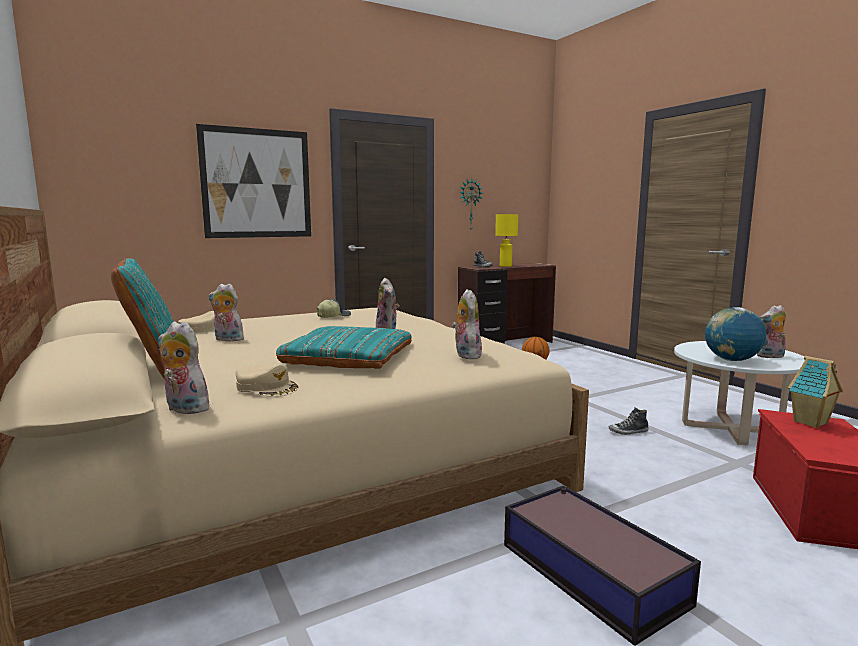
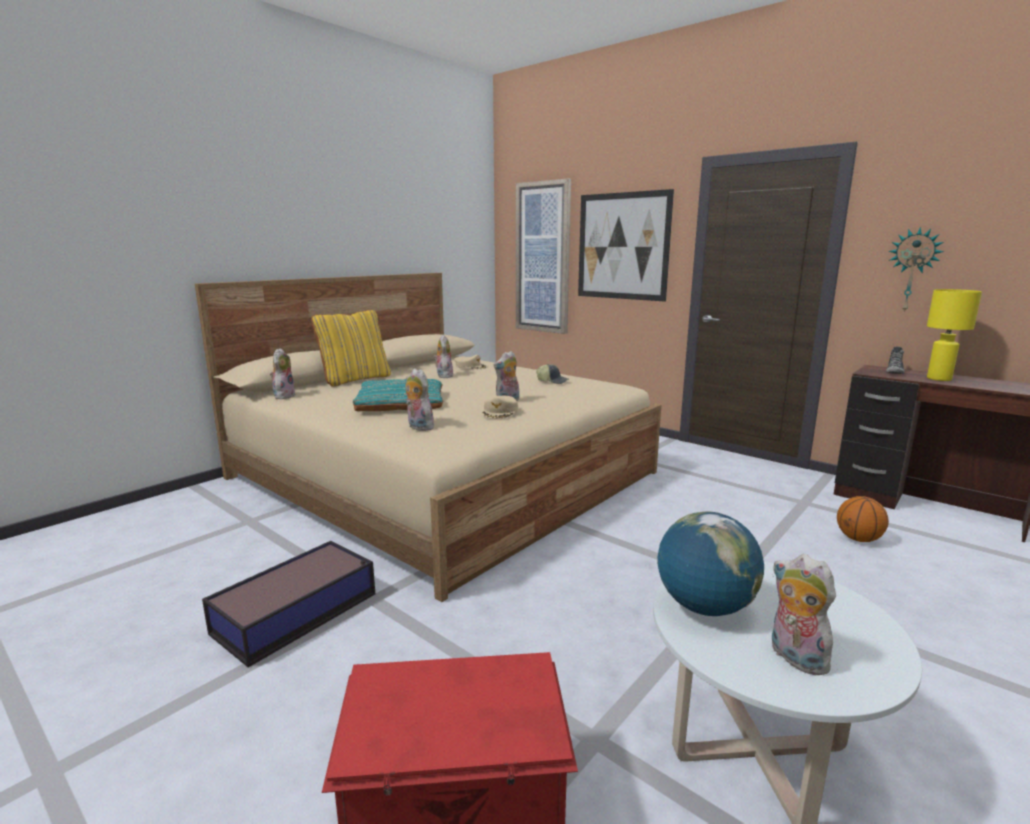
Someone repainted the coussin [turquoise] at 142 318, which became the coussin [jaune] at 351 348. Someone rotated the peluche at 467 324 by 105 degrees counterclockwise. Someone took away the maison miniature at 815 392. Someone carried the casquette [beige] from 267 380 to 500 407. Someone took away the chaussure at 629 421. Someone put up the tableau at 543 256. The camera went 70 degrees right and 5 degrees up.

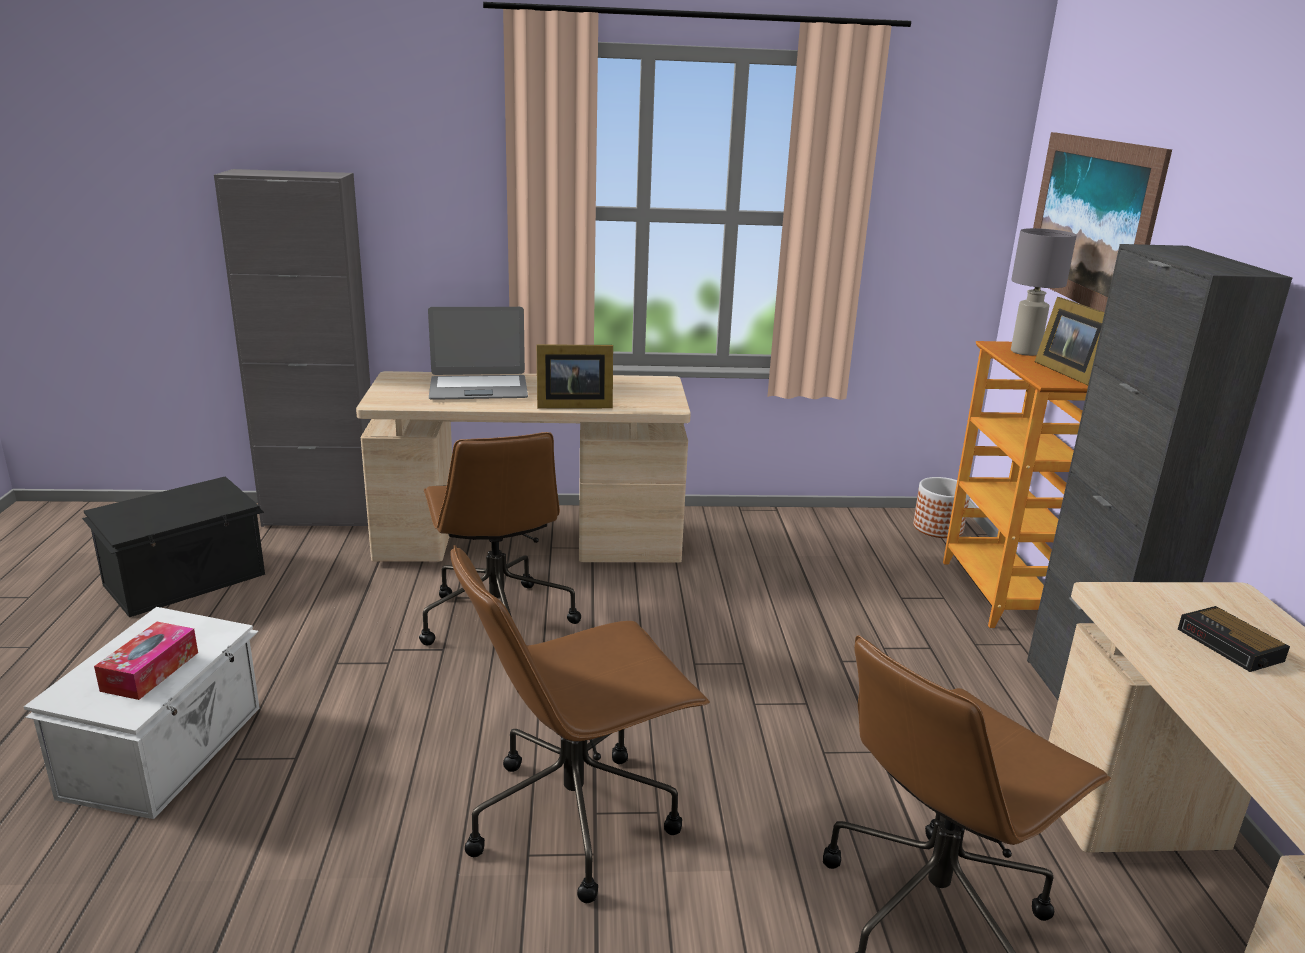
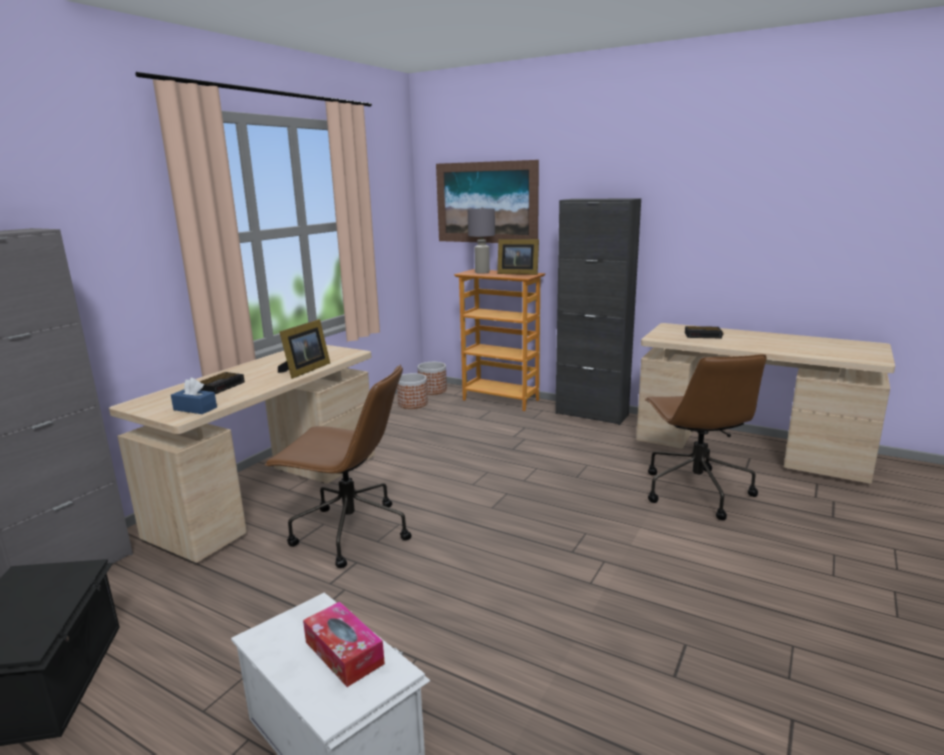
Someone swapped the ordinateur portable at 478 353 for the réveil at 222 383. Someone took away the chaise de bureau [marron] at 580 724. Someone put down the cache-pot at 412 391. Someone put down the boîte à mouchoirs [bleu] at 194 396. The camera went 55 degrees left and 5 degrees down.

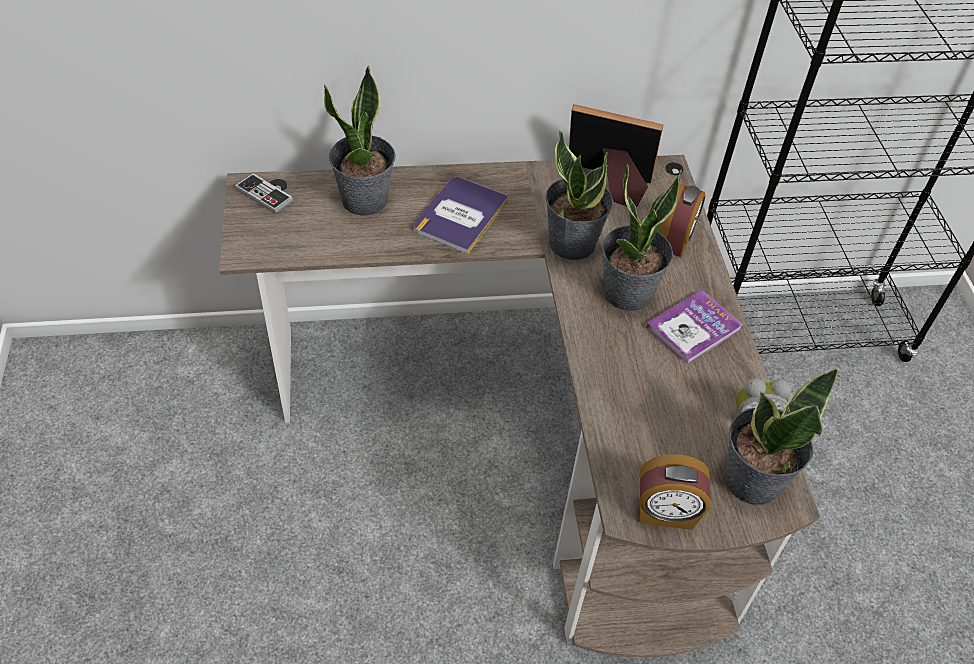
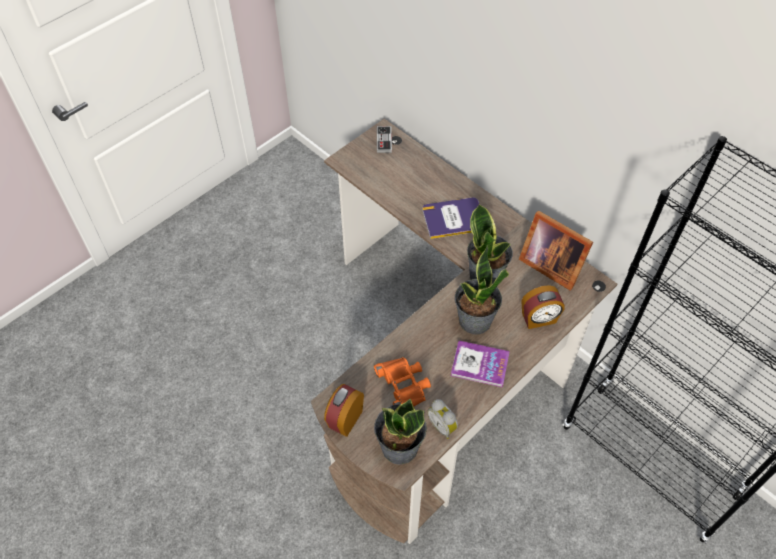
Someone took away the plante en pot at 360 141. Someone rotated the cadre photo at 616 156 by 150 degrees clockwise. Someone rotated the réveil at 675 492 by 60 degrees clockwise. Someone put down the jumelles [orange] at 402 382. The camera went 55 degrees right and 5 degrees up.

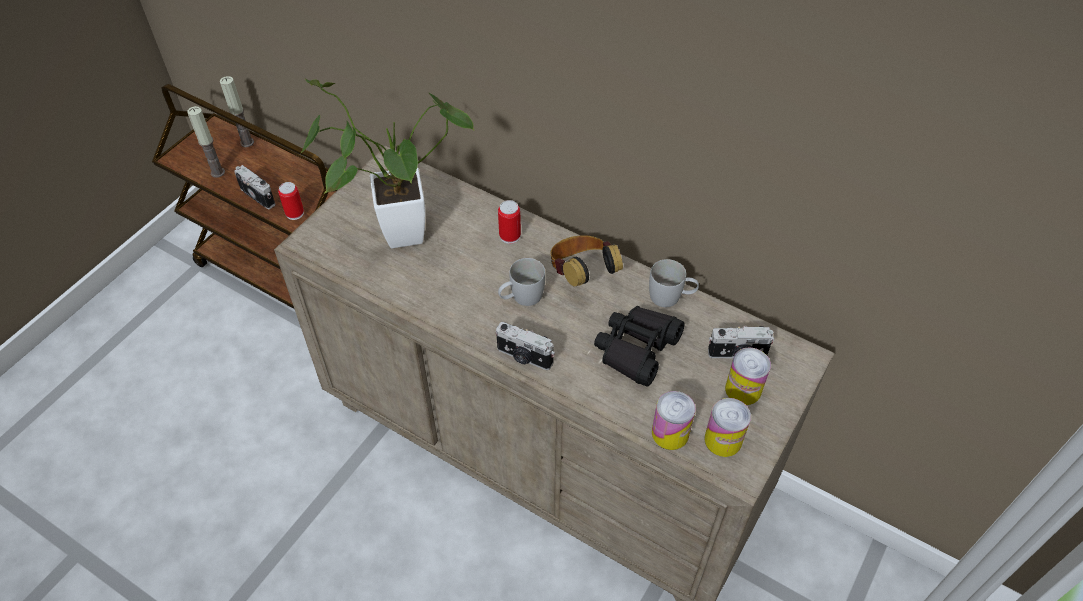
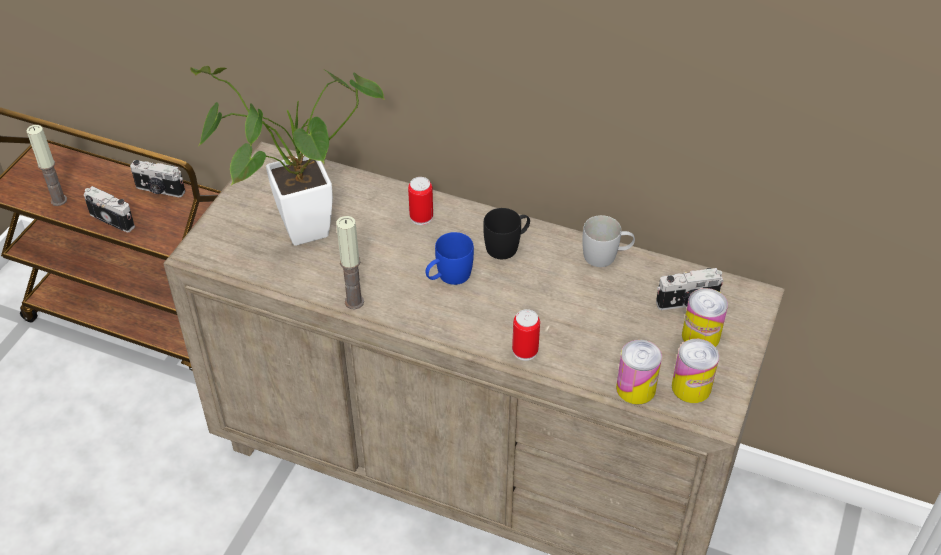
Someone carried the bougie from 237 111 to 350 262. Someone carried the boîte métallique from 291 201 to 526 335. Someone swapped the casque audio at 586 261 for the mug [noir] at 506 233. Someone repainted the mug [blanc] at 521 282, which became the mug [bleu] at 450 258. Someone took away the jumelles [noir] at 639 346. Someone carried the appareil photo from 525 346 to 157 178. The camera went 10 degrees left and 5 degrees down.

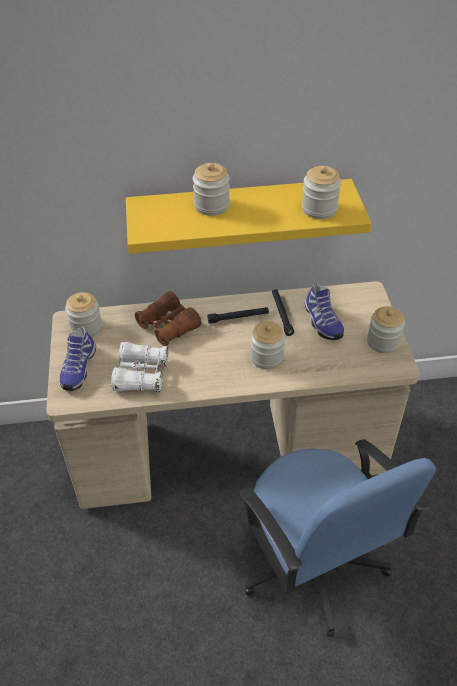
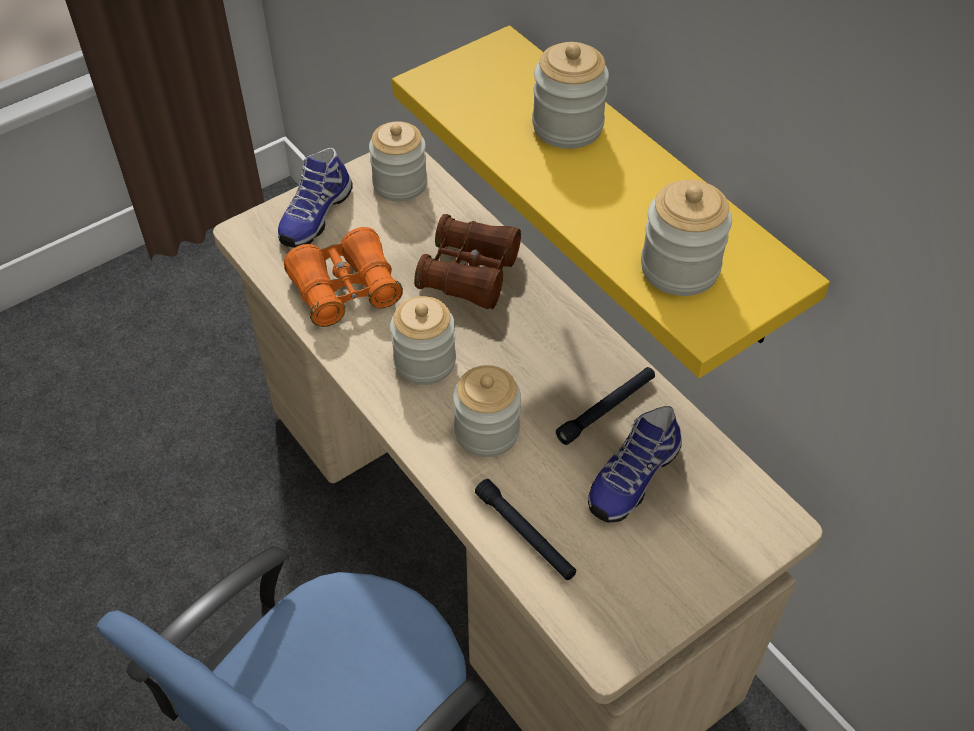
Someone carried the bocal from 386 330 to 423 340. Someone carried the lampe de poche [noir] from 238 315 to 525 529. Someone rotated the chaussure at 78 359 by 45 degrees counterclockwise. Someone repainted the jumelles [blanc] at 139 367, which became the jumelles [orange] at 343 277. The camera went 60 degrees right and 5 degrees up.

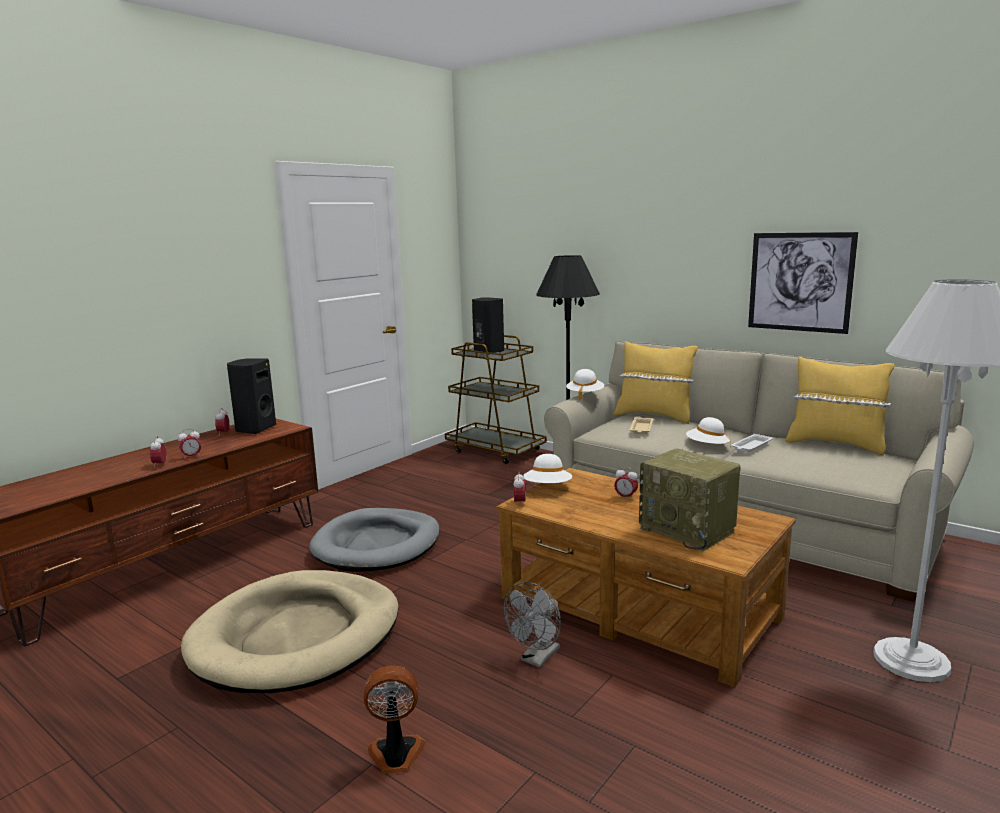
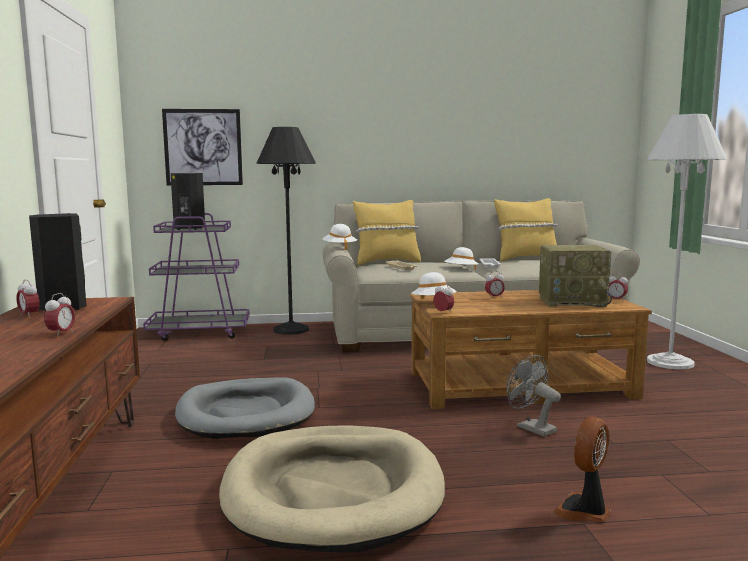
Someone carried the tableau from 803 283 to 202 147. Someone repainted the chariot [marron] at 496 399, which became the chariot [violet] at 196 277. Someone carried the réveil from 158 452 to 618 287. Someone rotated the ventilateur [gris] at 532 625 by 150 degrees clockwise. The camera went 45 degrees left and 5 degrees down.

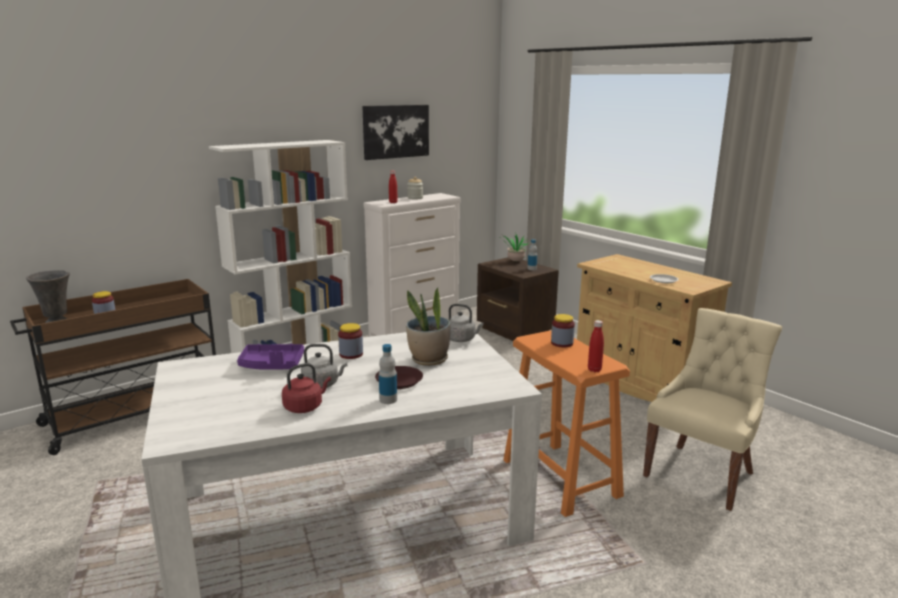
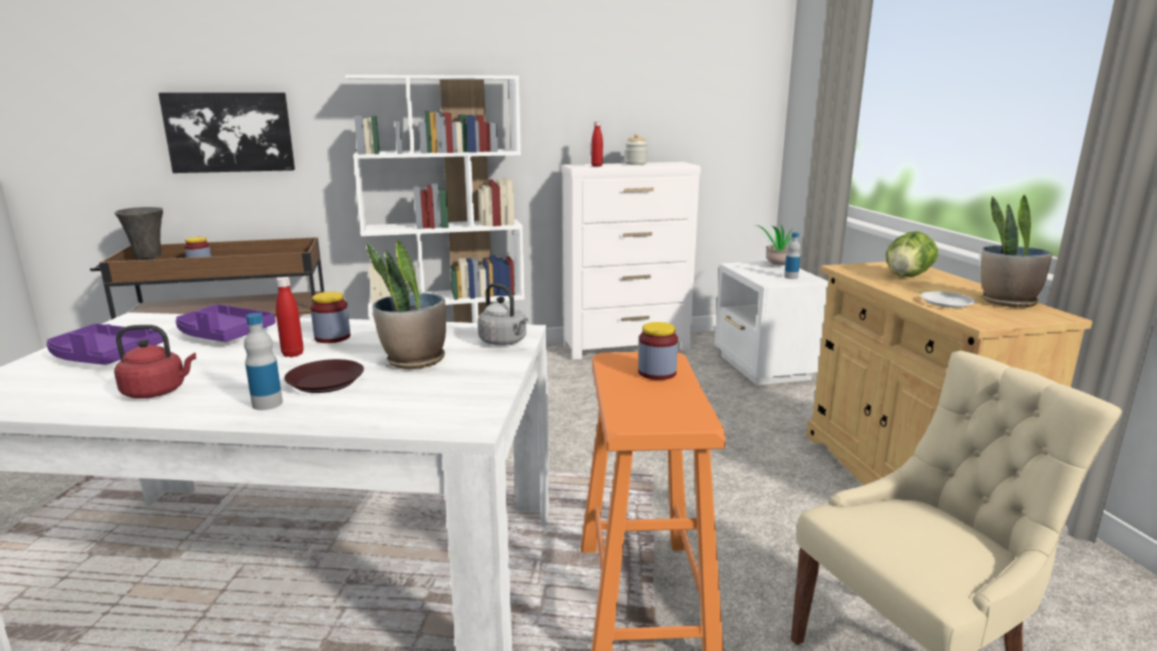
Someone carried the tableau from 395 132 to 226 132. Someone repainted the table de chevet [marron] at 518 299, which became the table de chevet [blanc] at 771 323. Someone carried the bouteille [rouge] from 596 346 to 289 317. Someone took away the bouilloire [gris] at 324 366. Someone put down the plante en pot at 1016 251. Someone put down the laitue at 912 254. Someone put down the plateau [violet] at 104 344. The camera went 25 degrees right and 0 degrees up.

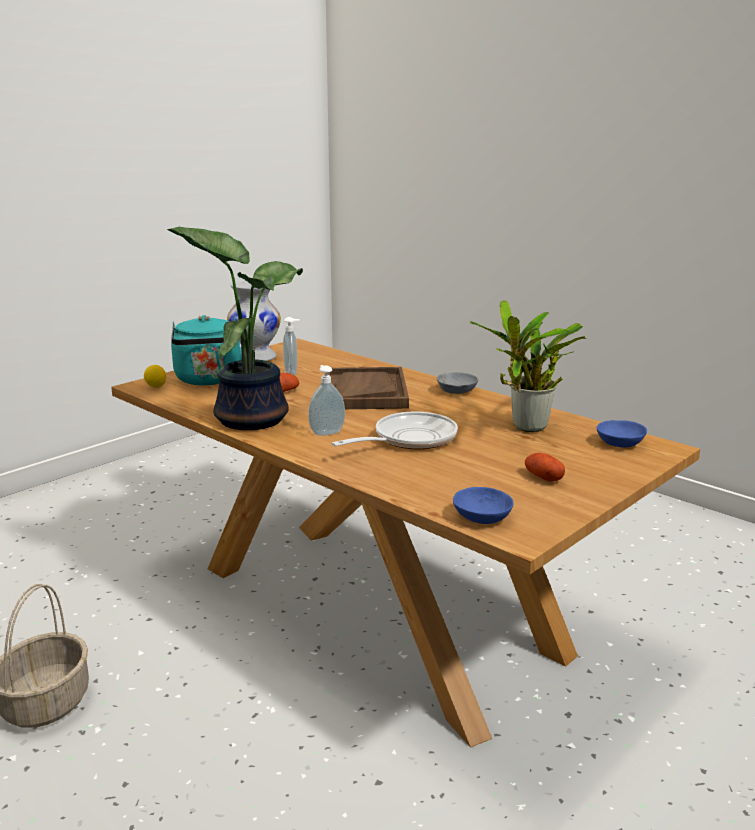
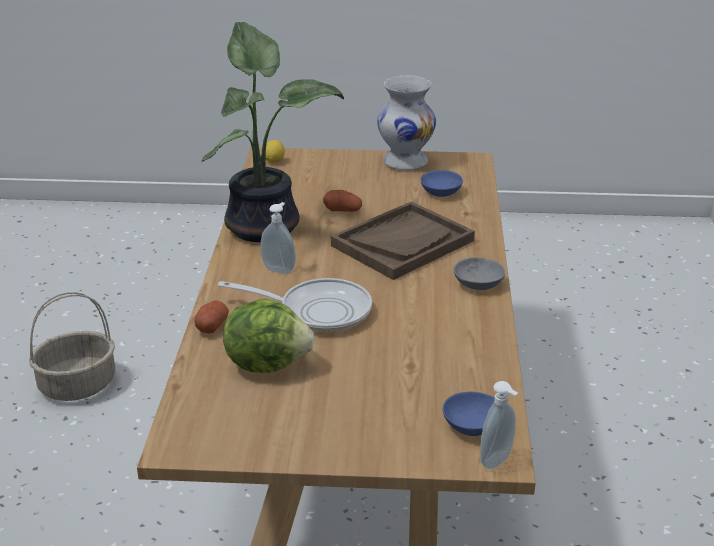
Someone took away the plante en pot at 528 366. Someone took away the bouilloire [turquoise] at 212 350. Someone carried the distributeur de savon from 291 346 to 499 425. Someone carried the pomme de terre from 545 467 to 211 317. Someone carried the bol [bleu] from 483 505 to 442 183. Someone put down the laitue at 269 335. The camera went 50 degrees right and 10 degrees up.

